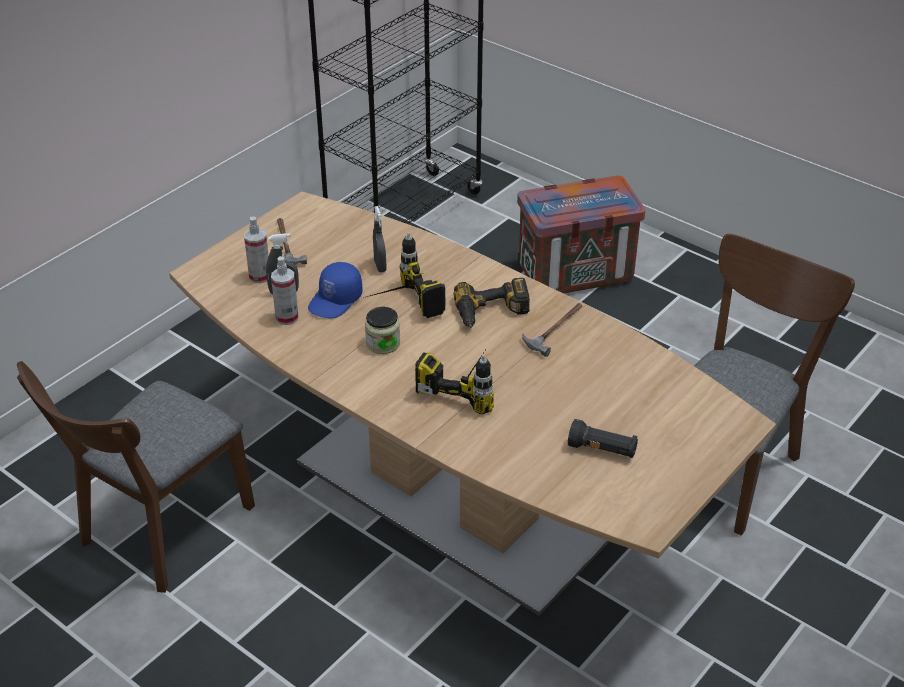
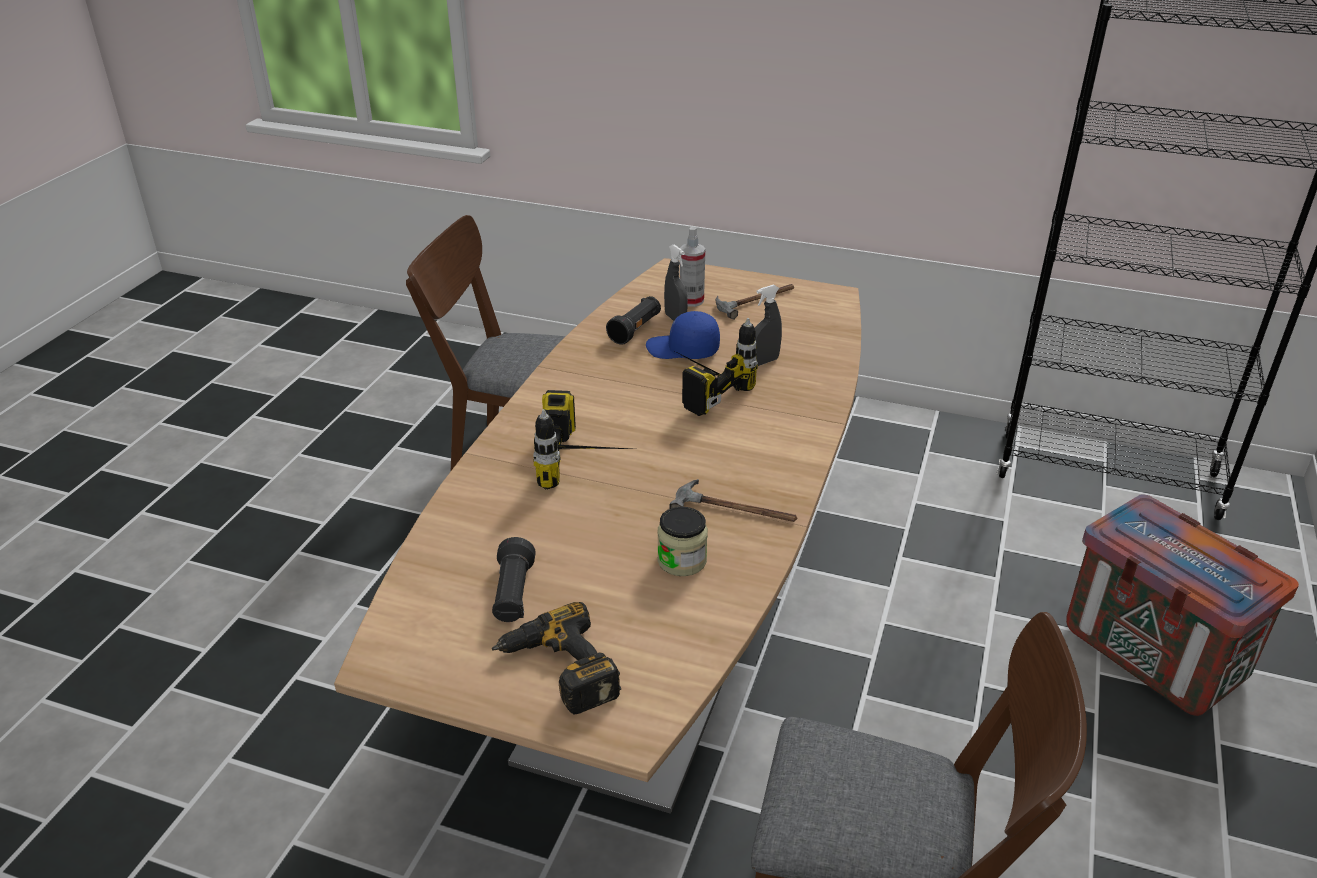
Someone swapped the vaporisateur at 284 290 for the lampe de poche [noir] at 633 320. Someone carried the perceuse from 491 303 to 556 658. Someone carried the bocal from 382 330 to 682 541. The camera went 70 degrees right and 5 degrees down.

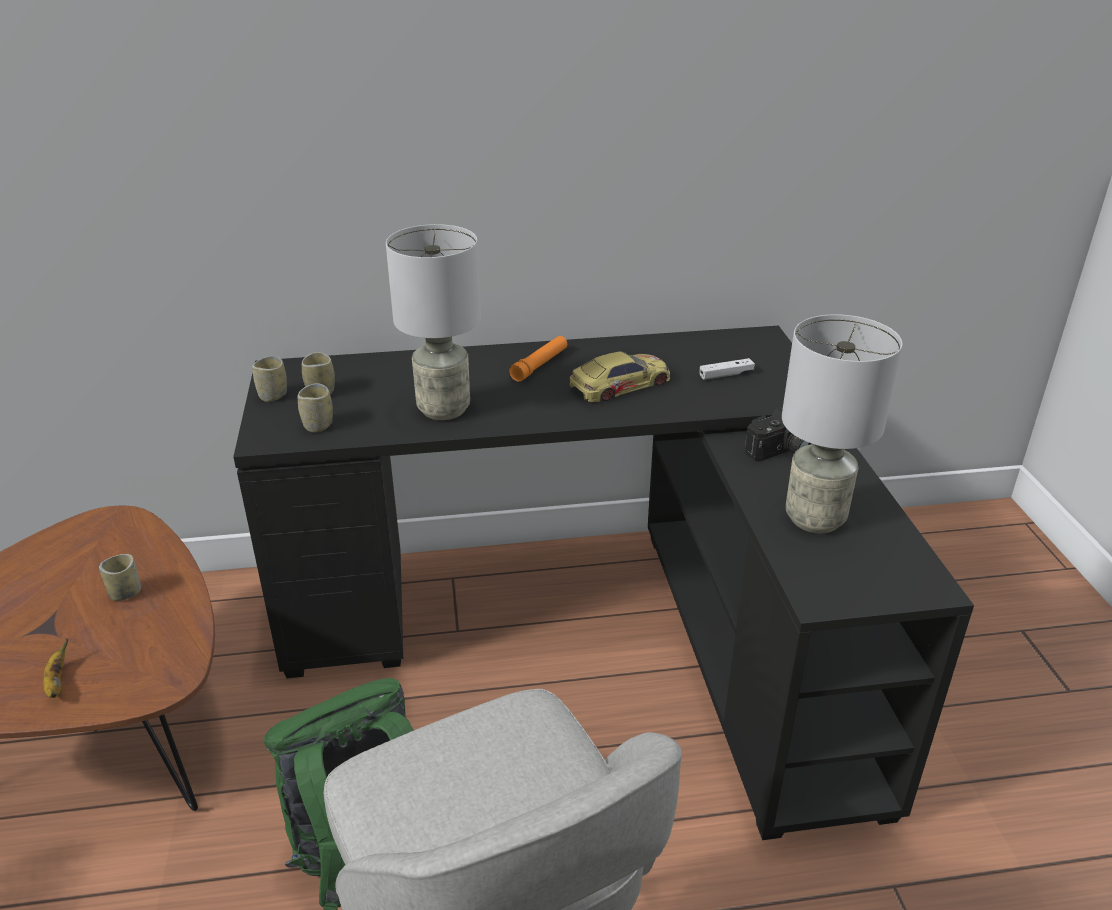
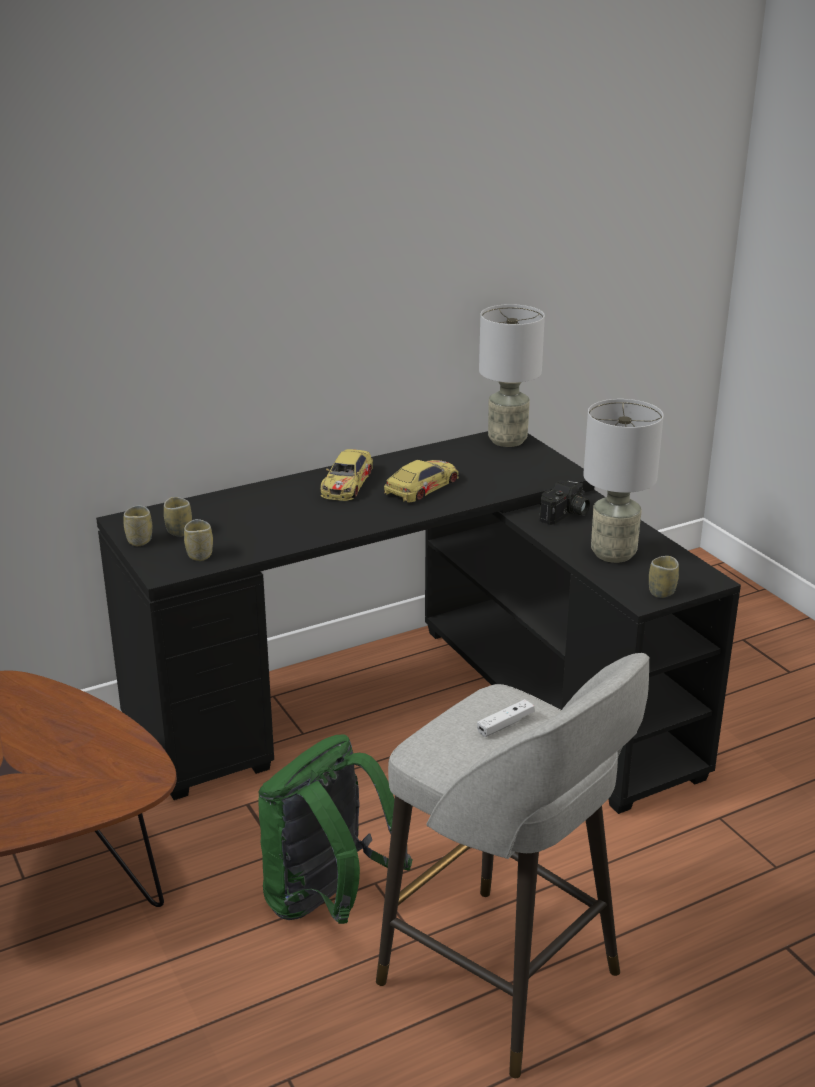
Someone carried the lampe de table [gris] from 433 322 to 512 375. Someone swapped the lampe de poche [orange] at 538 359 for the petite voiture at 346 475. Someone carried the manette [blanc] from 727 369 to 505 718. Someone carried the tasse from 120 577 to 664 577. Someone took away the banane at 55 668. The camera went 20 degrees left and 5 degrees down.

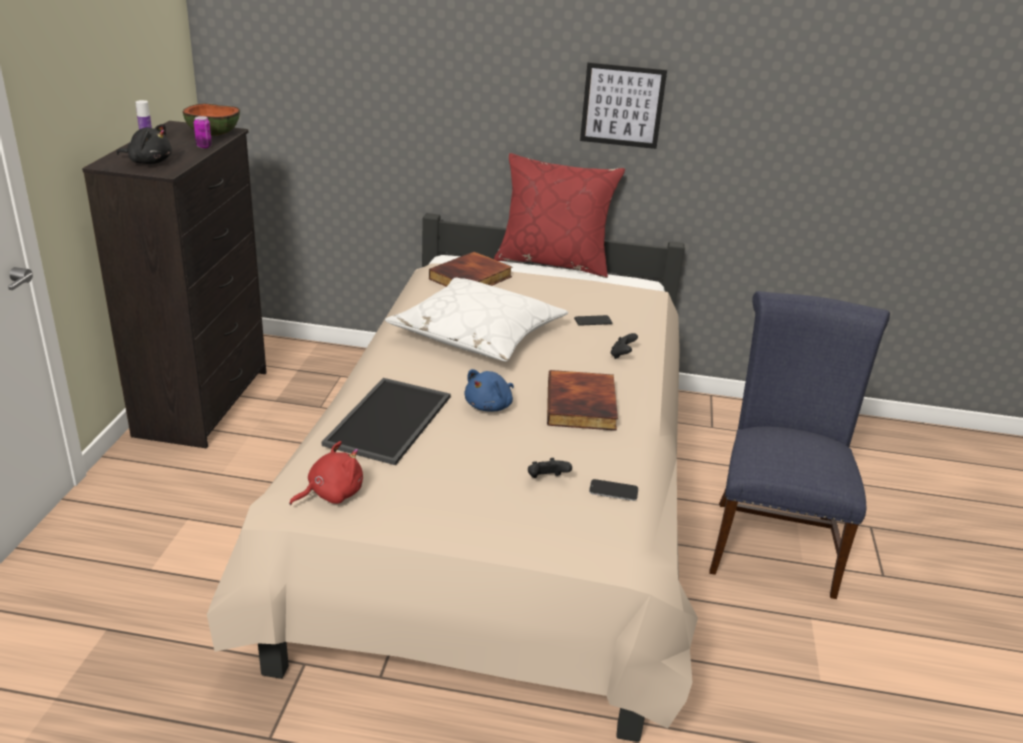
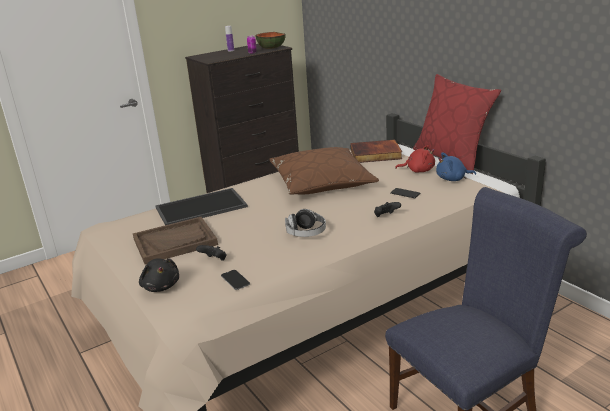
Someone took away the tableau at 623 105. Someone carried the peluche [noir] from 144 144 to 159 275. Someone repainted the coussin [blanc] at 476 319, which became the coussin [marron] at 324 171. Someone carried the peluche [bleu] from 489 390 to 456 167. Someone swapped the livre at 582 400 for the casque audio at 305 223. Someone carried the peluche [rouge] from 326 473 to 415 159. Someone put down the plateau [marron] at 175 241. The camera went 50 degrees right and 5 degrees down.

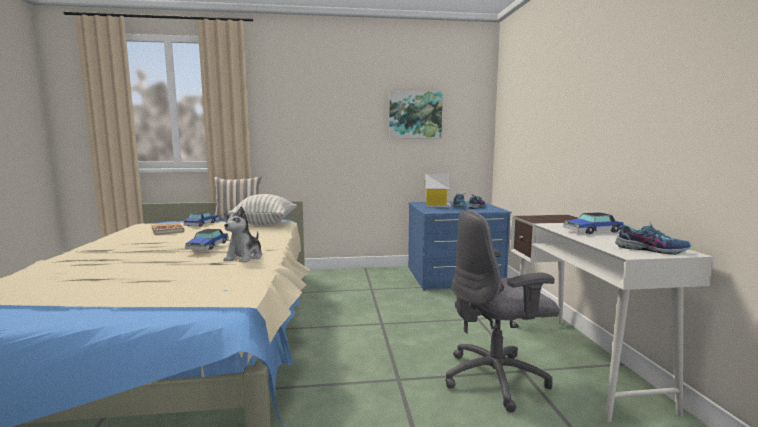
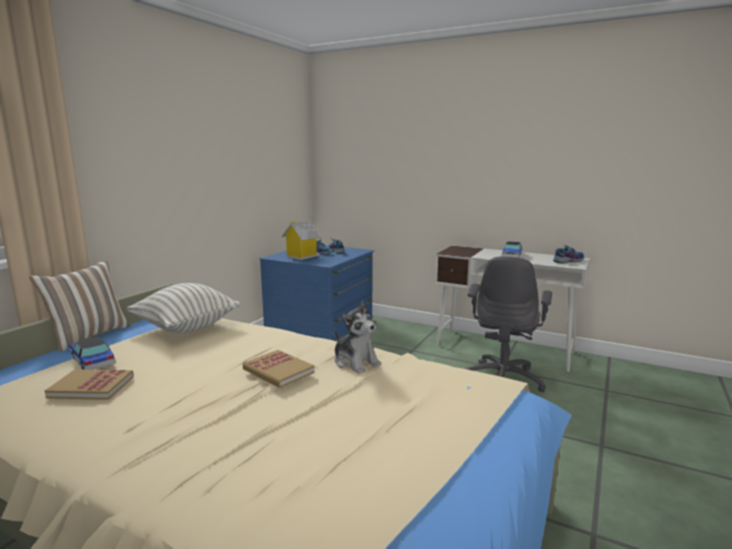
Someone took away the tableau at 416 114. Someone swapped the petite voiture at 207 239 for the livre at 279 369. The camera went 55 degrees left and 5 degrees up.

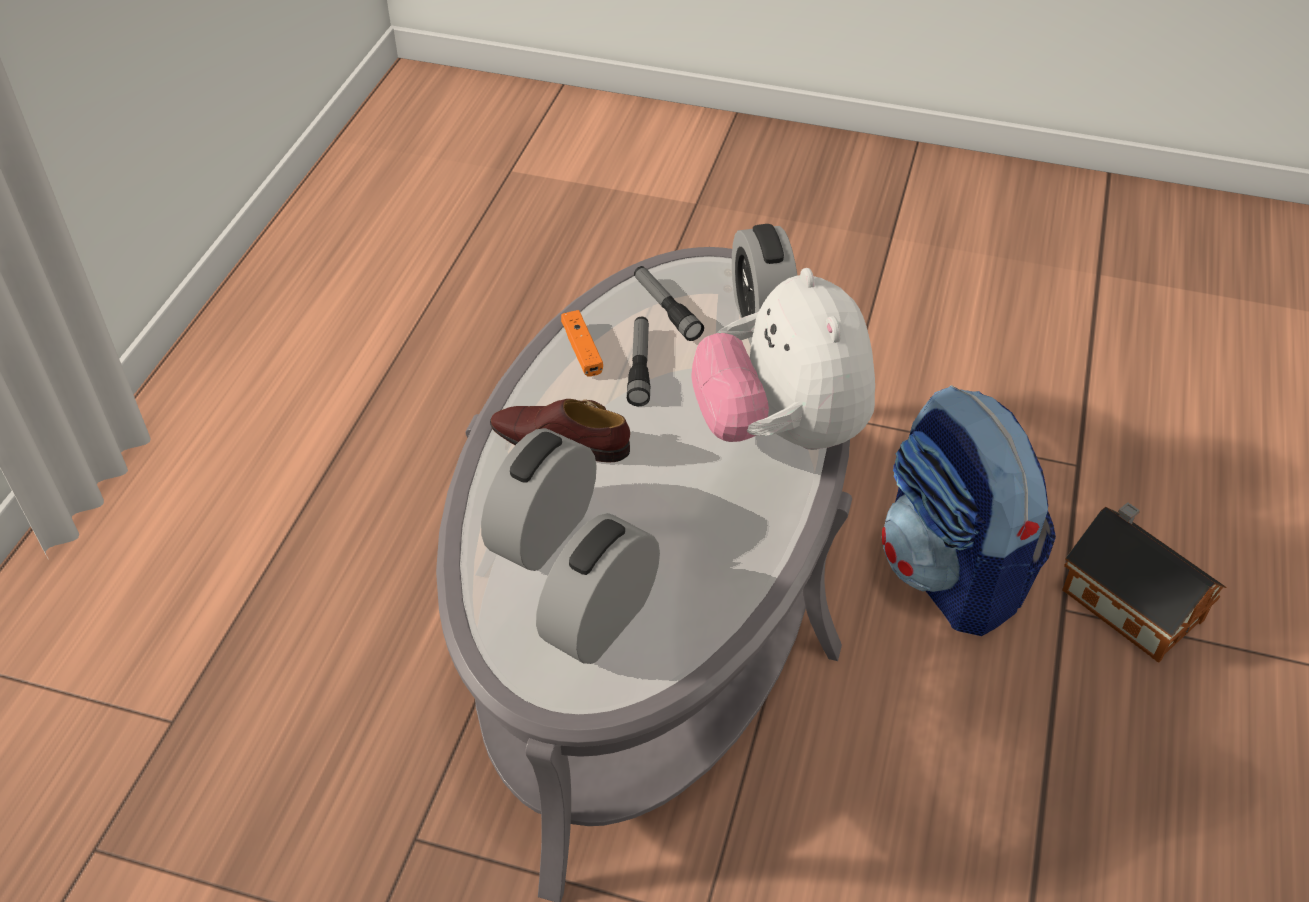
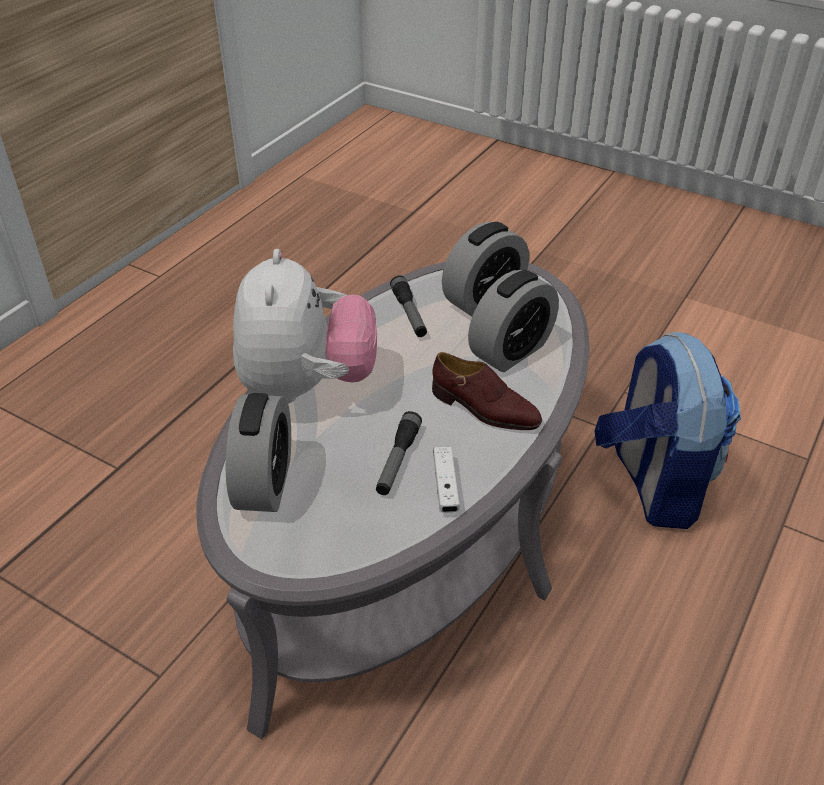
Someone carried the lampe de poche from 669 303 to 408 306. Someone repainted the manette [orange] at 582 343, which became the manette [blanc] at 446 479. Someone carried the sac à dos from 968 510 to 668 430. Someone took away the maison miniature at 1144 582. The camera went 165 degrees left and 5 degrees down.

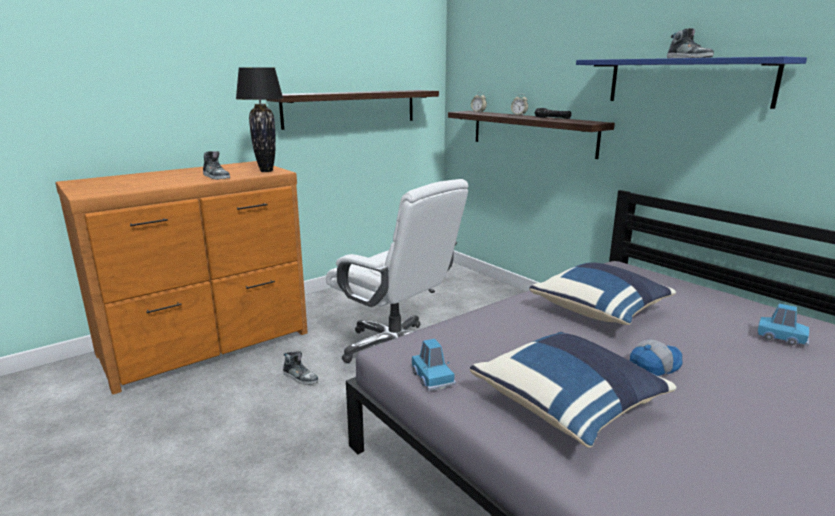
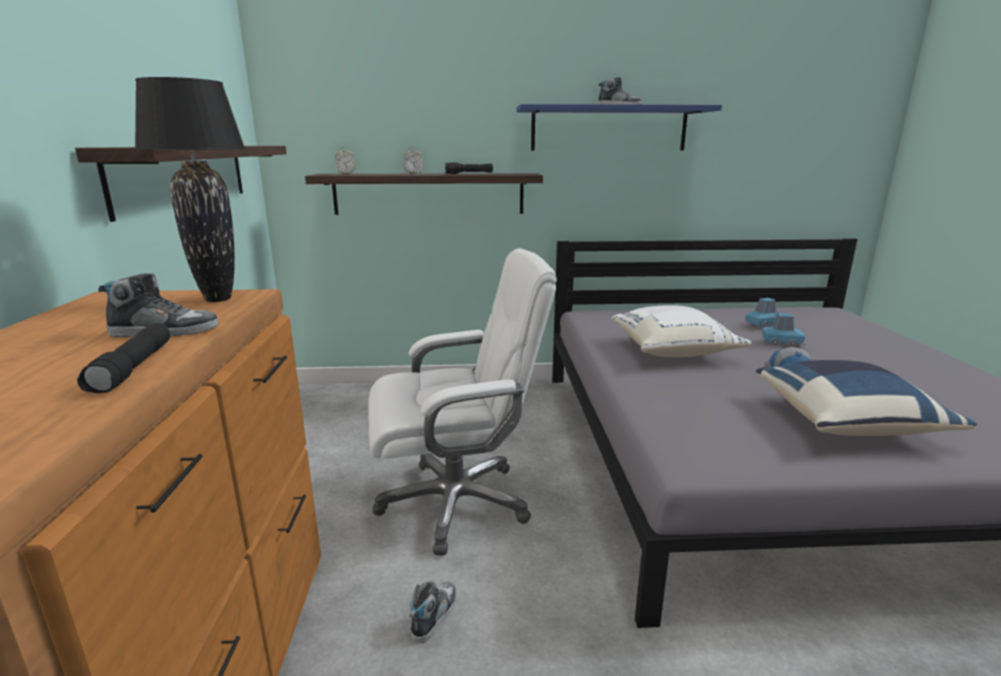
Someone repainted the coussin [bleu] at 602 293, which became the coussin [blanc] at 681 331. Someone carried the petite voiture [bleu] from 434 365 to 783 329. Someone rotated the chaussure at 300 368 by 45 degrees counterclockwise. Someone put down the lampe de poche [noir] at 123 358. The camera went 55 degrees left and 0 degrees up.

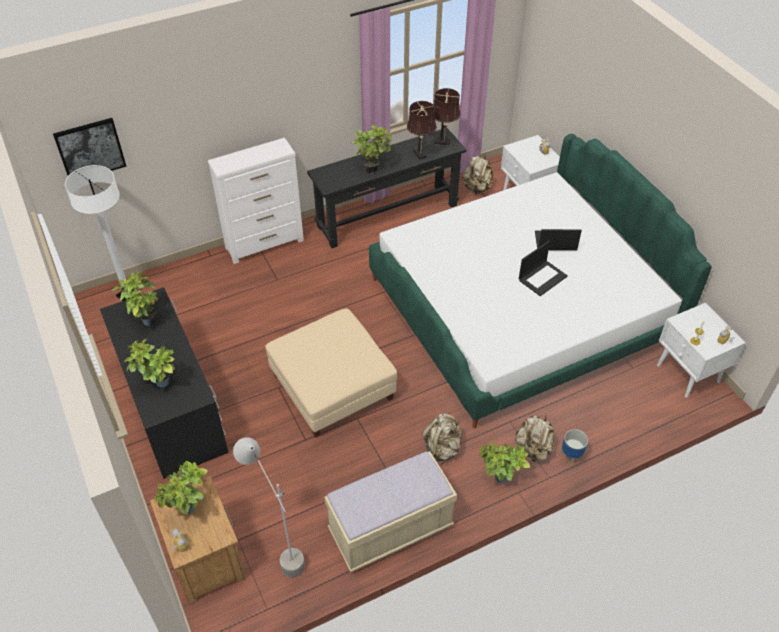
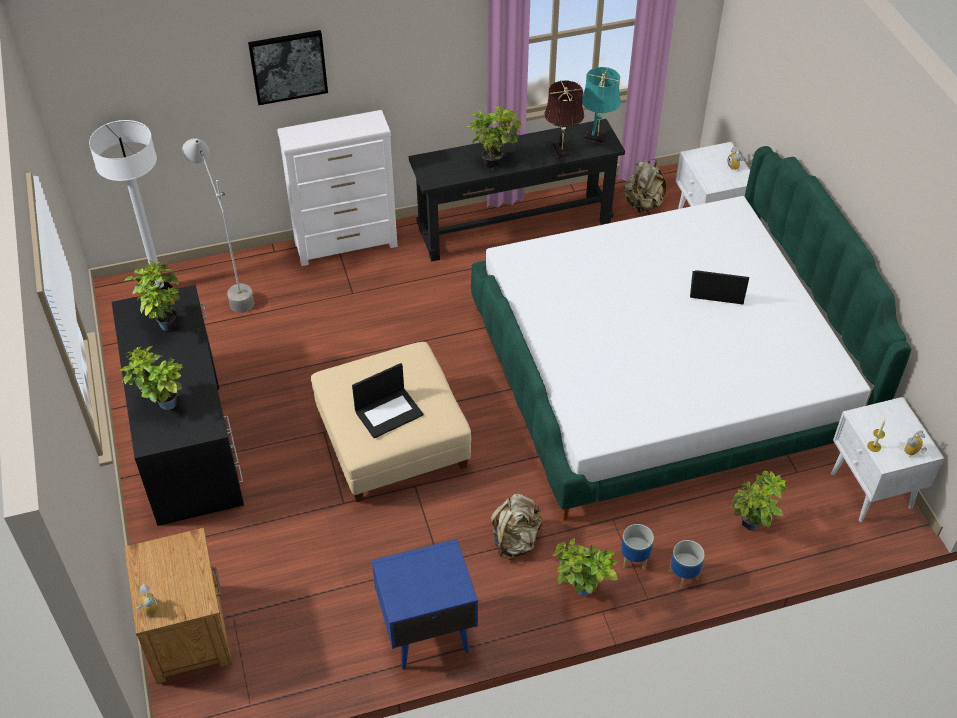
Someone repainted the lampe de table [marron] at 447 117, which became the lampe de table [turquoise] at 601 105. Someone carried the tableau from 90 147 to 288 67. Someone carried the ordinateur portable from 543 268 to 387 401. Someone swapped the sac à dos [beige] at 534 438 for the cache-pot at 637 547. Someone carried the lampadaire [gris] from 269 507 to 218 225. Someone swapped the banc [beige] at 390 511 for the table de chevet [bleu] at 425 604. Someone carried the plante en pot from 181 488 to 759 500. The camera went 10 degrees right and 0 degrees up.

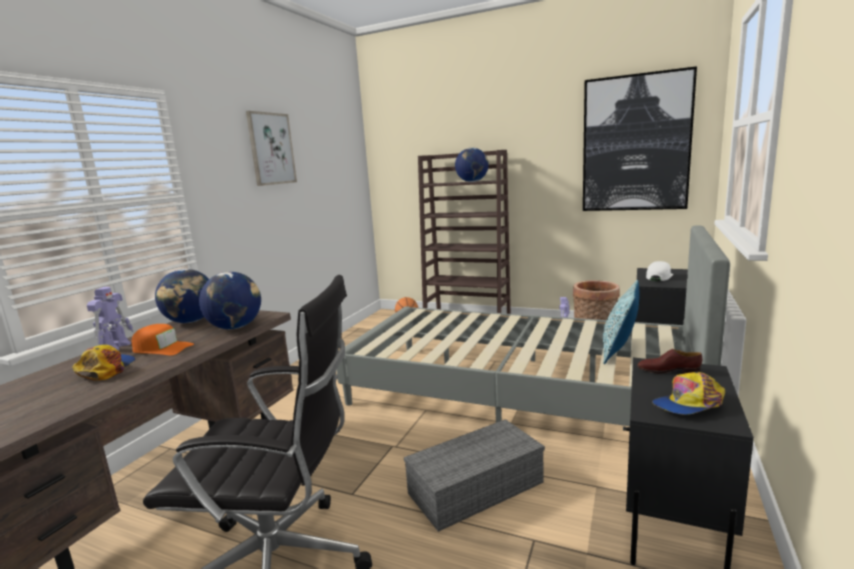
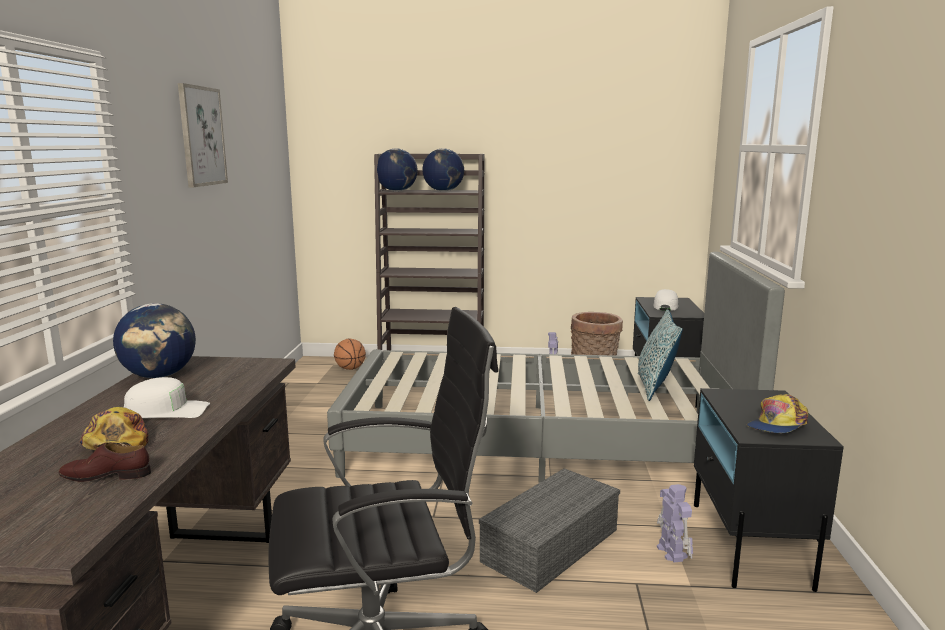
Someone took away the tableau at 640 138. Someone carried the globe from 230 300 to 397 170. Someone carried the robot jouet from 110 318 to 675 523. Someone repainted the casquette [orange] at 163 340, which became the casquette [blanc] at 167 397. Someone carried the chaussure [marron] from 669 361 to 104 462. The camera went 20 degrees left and 0 degrees up.

